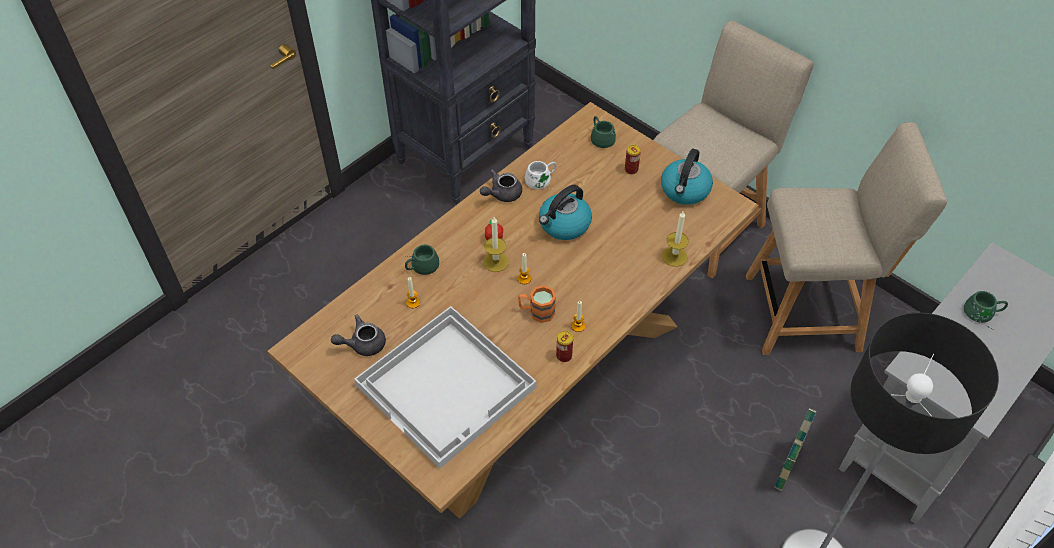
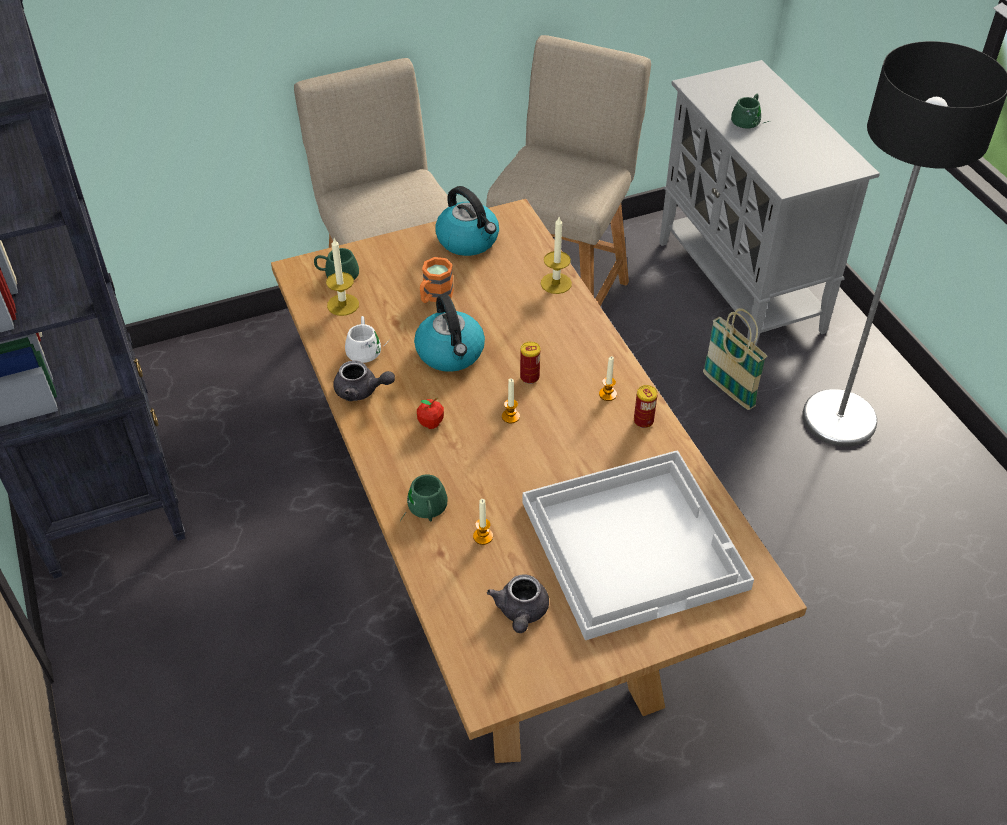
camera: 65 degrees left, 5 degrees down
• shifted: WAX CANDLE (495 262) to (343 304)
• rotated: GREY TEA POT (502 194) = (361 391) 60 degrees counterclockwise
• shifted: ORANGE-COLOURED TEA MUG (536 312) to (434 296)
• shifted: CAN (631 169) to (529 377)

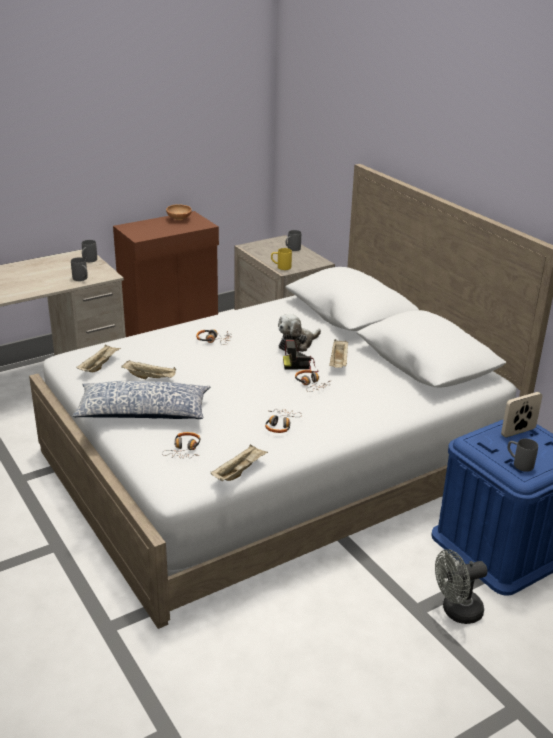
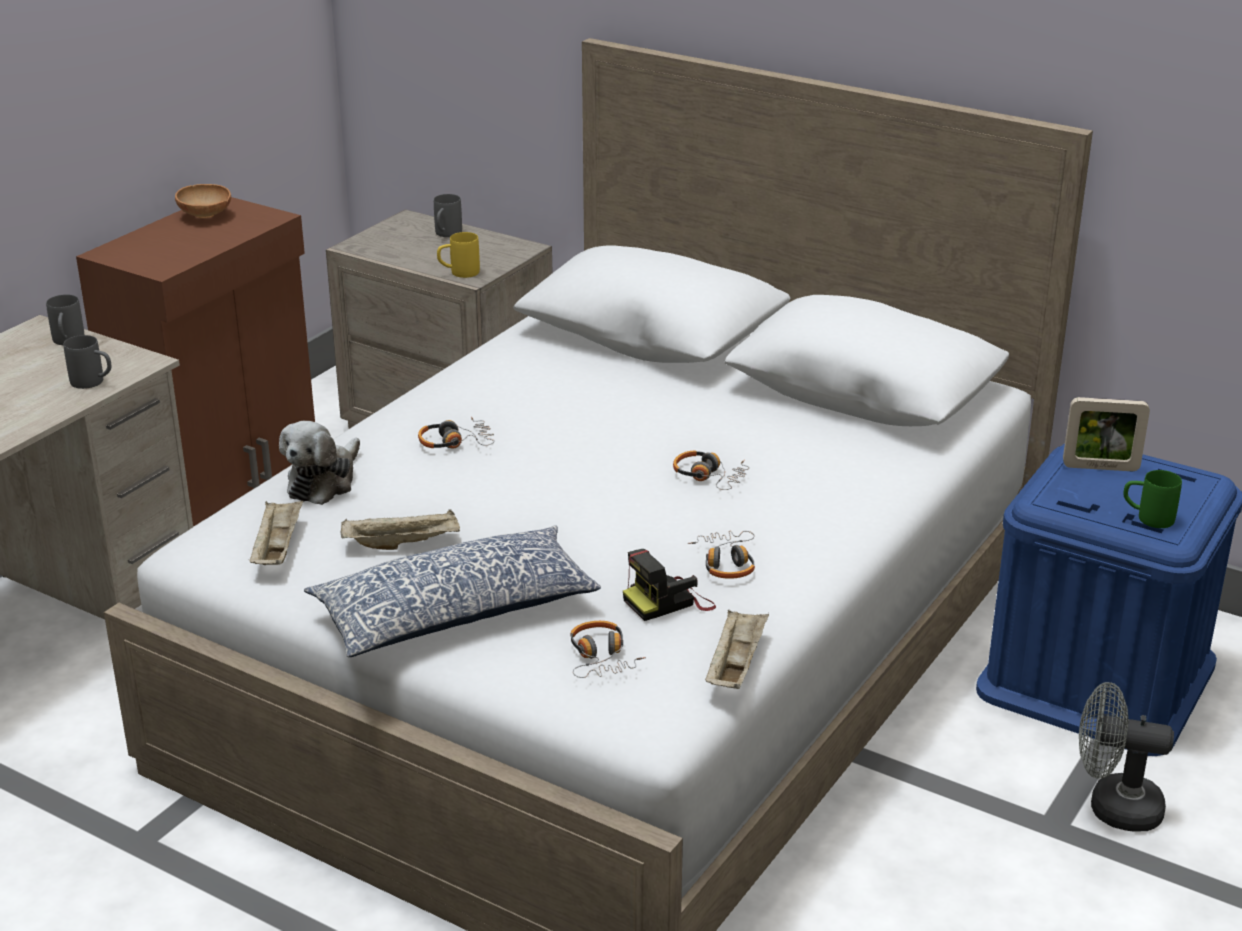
camera: 25 degrees left, 0 degrees up
• shifted: SOFT TOY (297 344) to (324 481)
• shifted: PHOTO CAMERA (301 365) to (668 601)
• rotated: PICTURE FRAME (518 432) = (1100 467) 120 degrees counterclockwise
• rotated: GREY COOLING FAN (456 612) = (1113 807) 60 degrees clockwise
• repainted: GREY TEA MUG (519 464) to GREEN TEA MUG (1147 518)
• gone: SAND-COLOURED CARRYING TRAY (338 362)

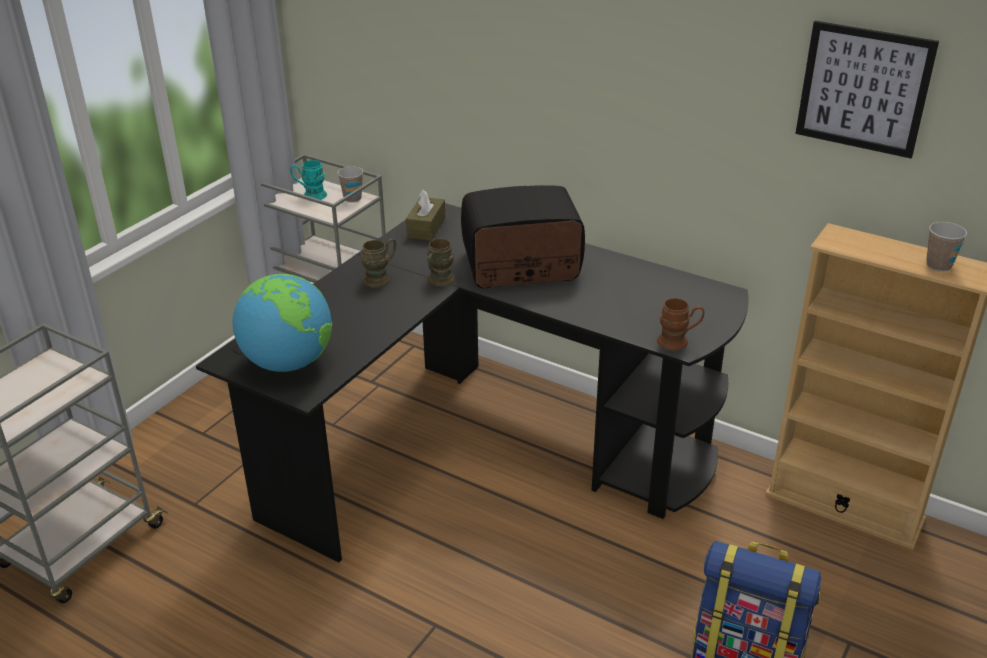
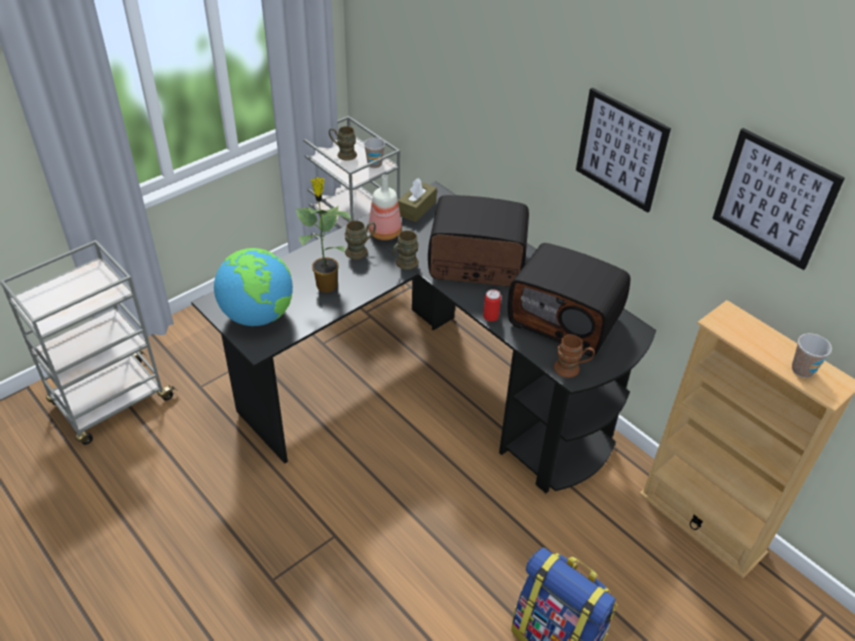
camera: 15 degrees right, 10 degrees up
• new: PLANT IN A POT (326 285)
• repainted: TURQUOISE TEA MUG (310 195) to BROWN-COLOURED TEA MUG (343 154)
• new: BEVERAGE BOTTLE (385 233)
• new: CAN (490 316)
• new: RADIO SET (565 319)
• new: WALL PICTURE (621 149)

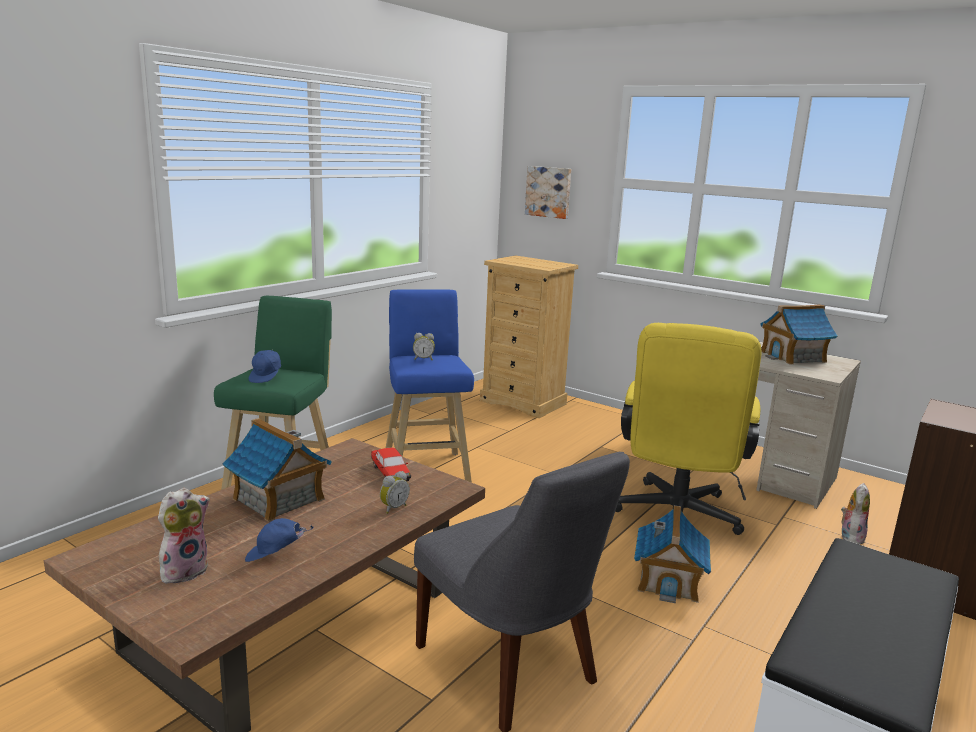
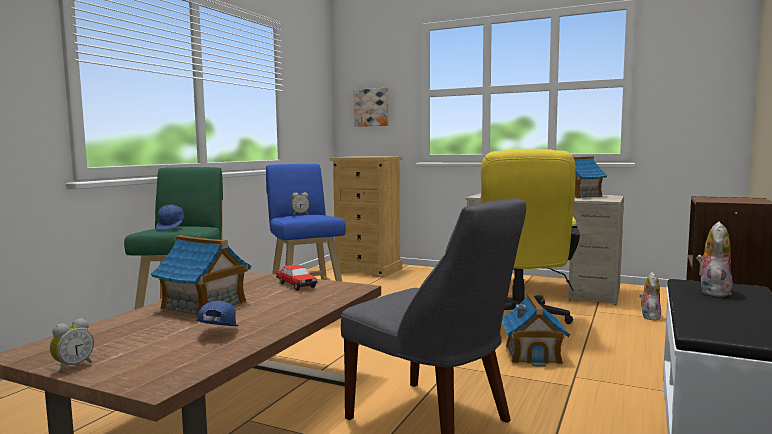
camera: 10 degrees left, 10 degrees down
• shifted: TABLE CLOCK (393 508) to (72 366)
• rotated: BLUISH BASEBALL CAP (275 556) = (217 334) 105 degrees clockwise
• shifted: SOFT TOY (185 570) to (712 292)

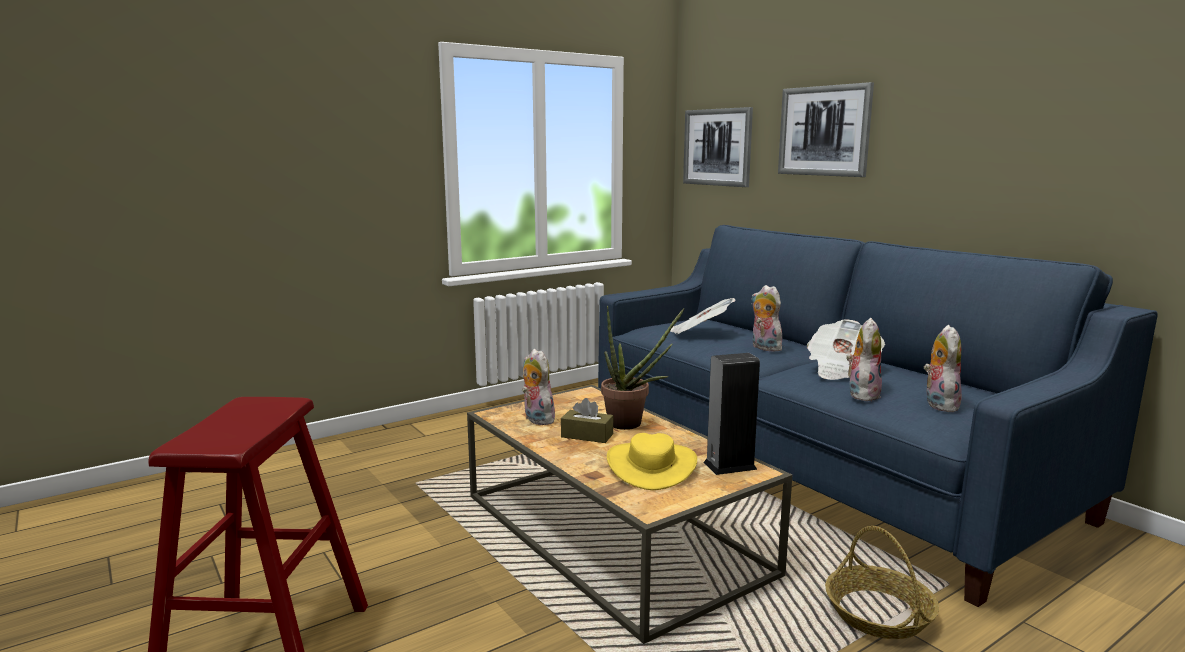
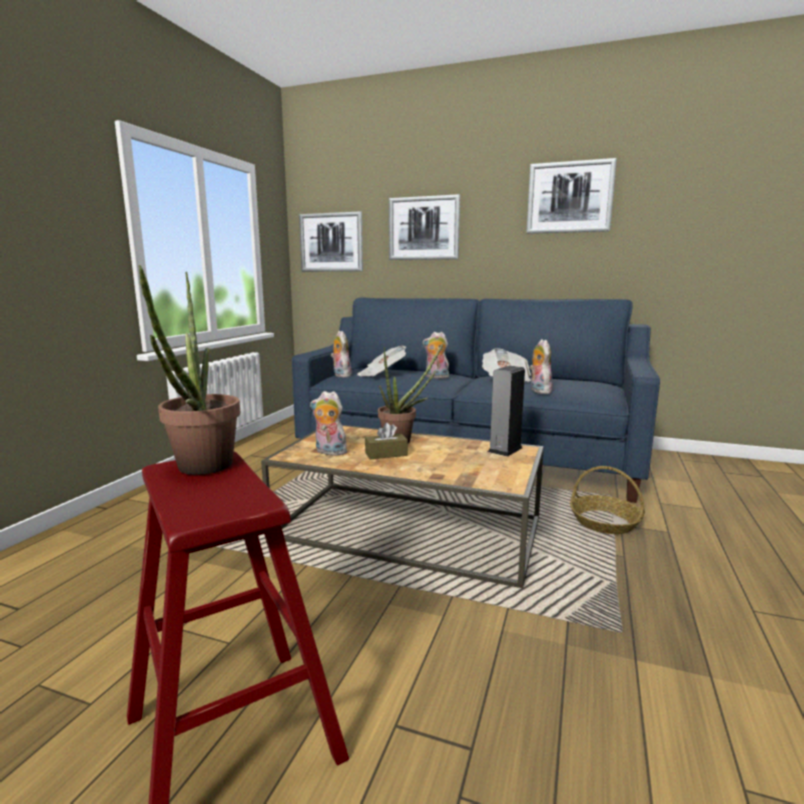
camera: 35 degrees left, 0 degrees up
• new: PLANT IN A POT (201 470)
• shifted: SOFT TOY (938 404) to (340 375)
• new: WALL PICTURE (569 197)
• gone: YELLOWISH HAT (651 466)

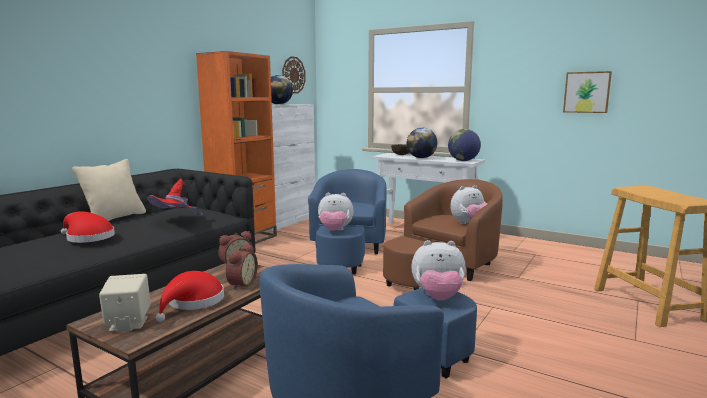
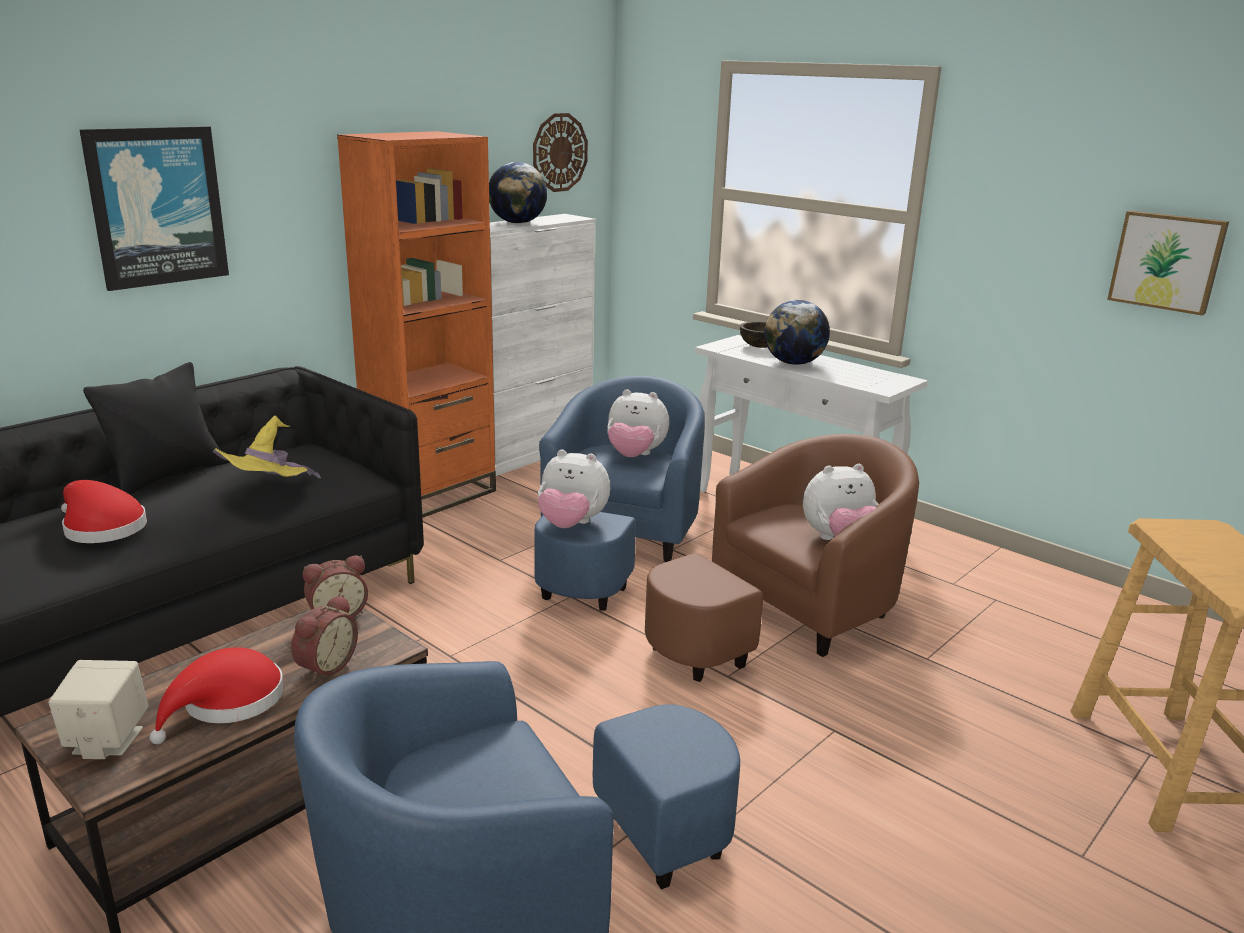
camera: 10 degrees right, 10 degrees up
• new: WALL PICTURE (157 206)
• repainted: SAND-COLOURED THROW PILLOW (115 218) to BLACK-COLOURED THROW PILLOW (166 475)
• repainted: RED HAT (177 221) to YELLOWISH HAT (268 494)
• shifted: SOFT TOY (438 297) to (635 455)
• gone: GLOBE (463 161)

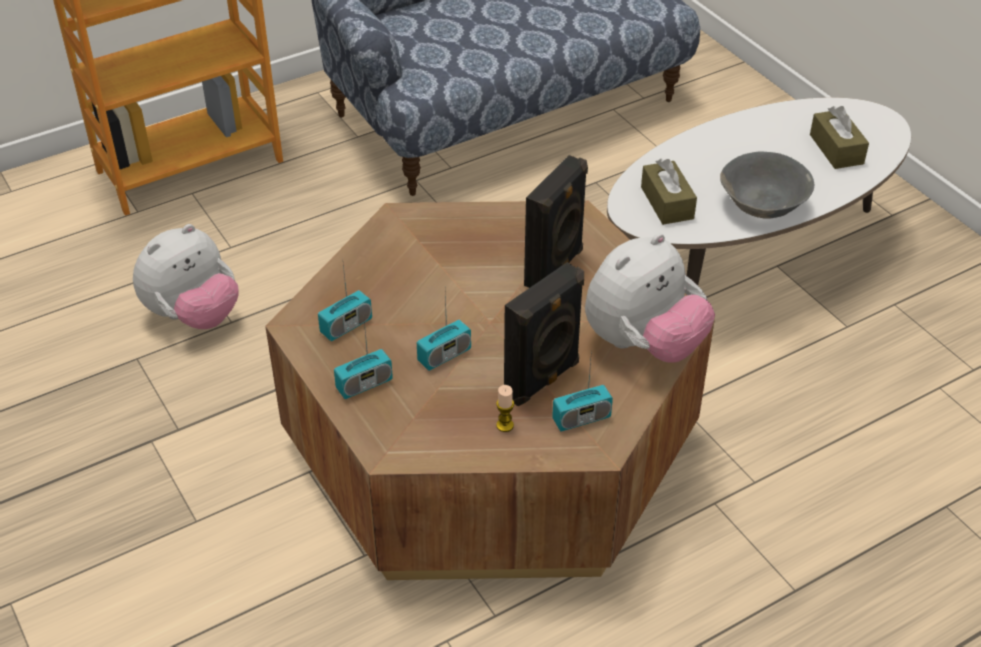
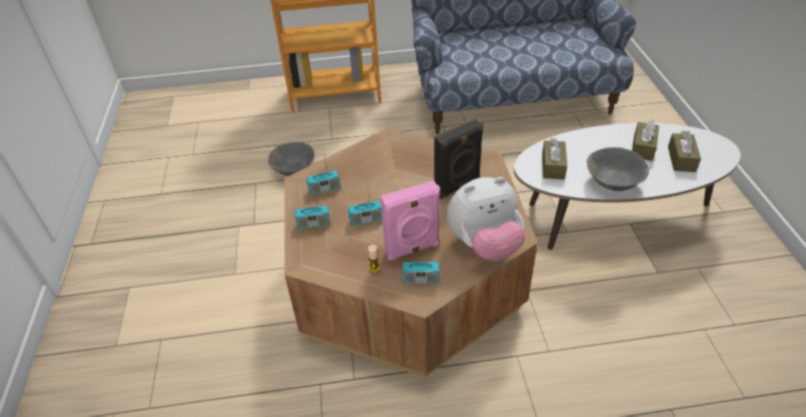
camera: 25 degrees right, 0 degrees up
• swapped: SOFT TOY (193 316) to GREY BOWL (294 168)
• repainted: BLACK-COLOURED AUDIO SPEAKER (543 380) to PINK-COLOURED AUDIO SPEAKER (412 249)
• new: BROWN-COLOURED TISSUE BOX (643 147)

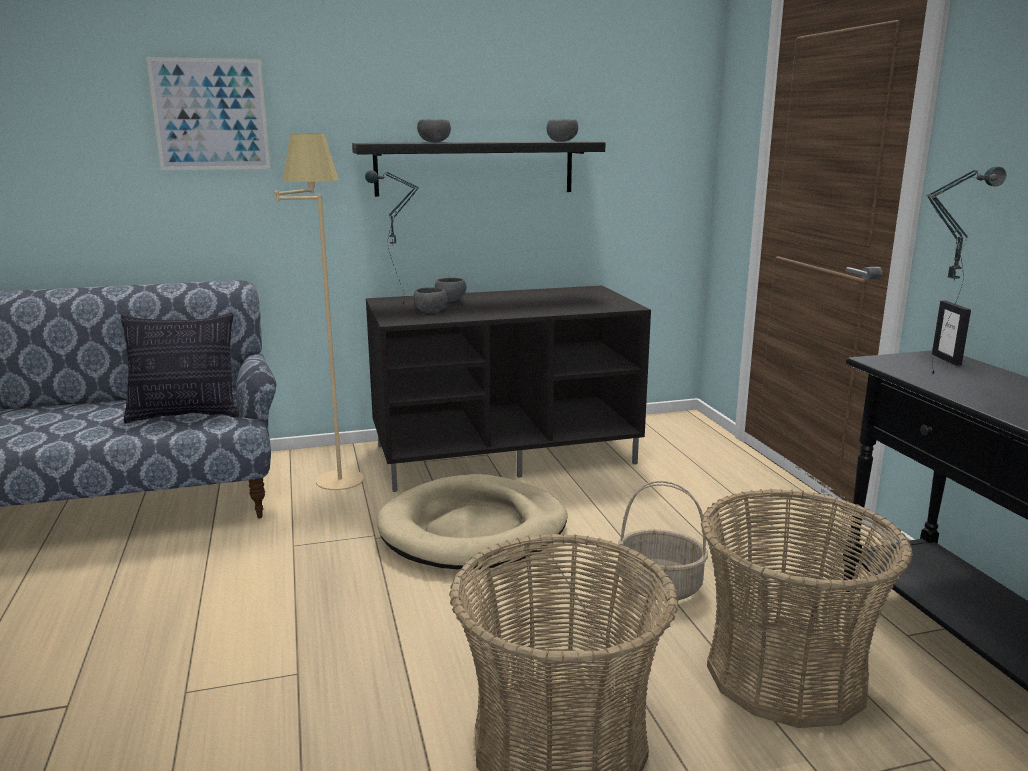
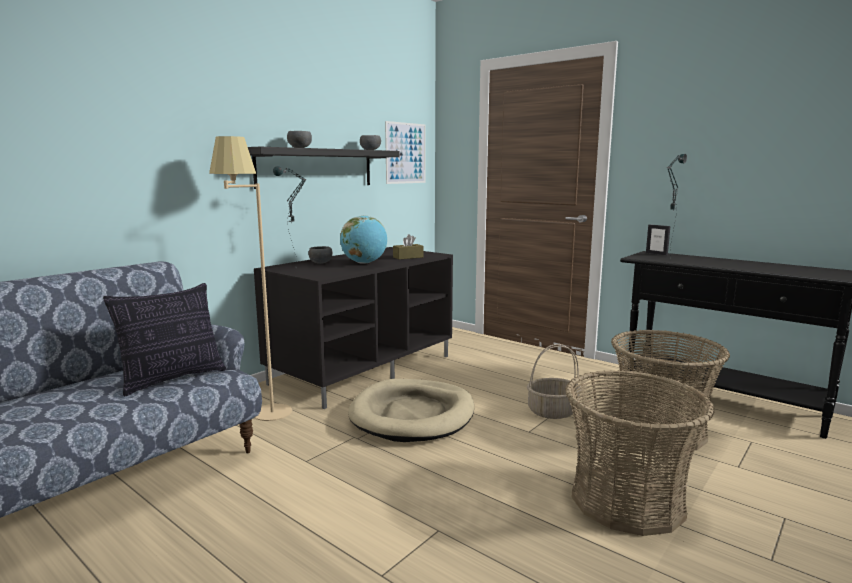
camera: 35 degrees left, 5 degrees down
• new: GLOBE (364 263)
• shifted: WALL PICTURE (210 114) to (406 153)
• new: BROWN-COLOURED TISSUE BOX (408 257)
• gone: GREY BOWL (429 312)

